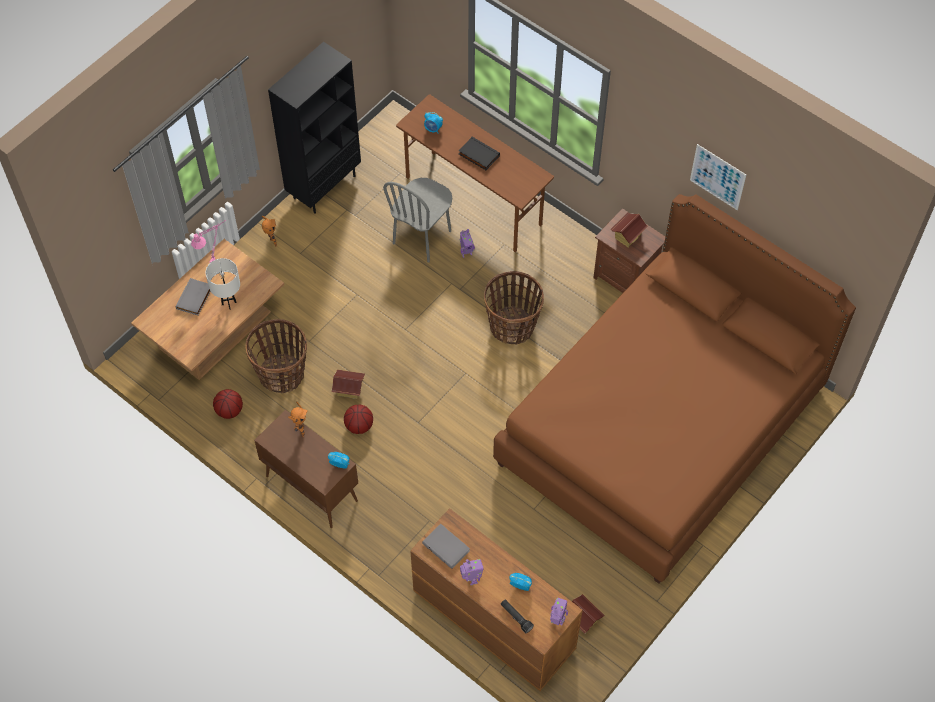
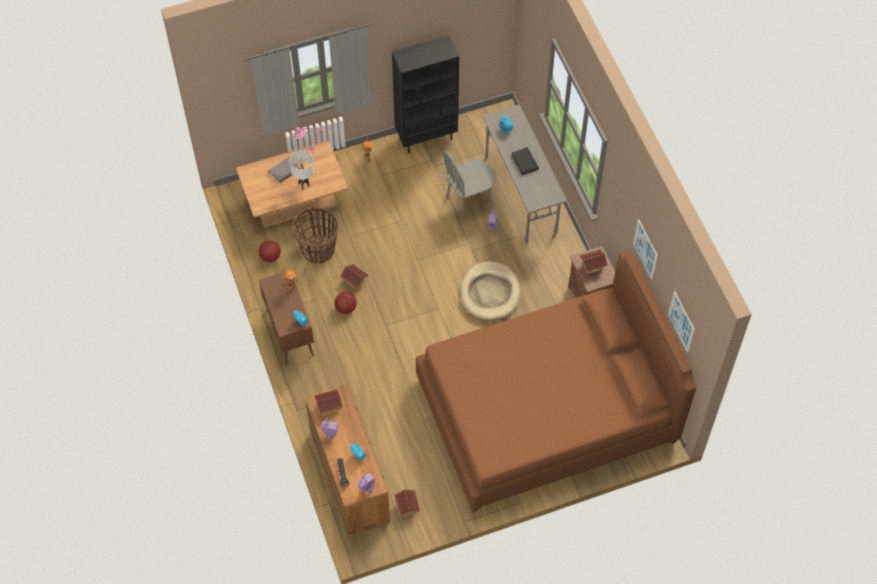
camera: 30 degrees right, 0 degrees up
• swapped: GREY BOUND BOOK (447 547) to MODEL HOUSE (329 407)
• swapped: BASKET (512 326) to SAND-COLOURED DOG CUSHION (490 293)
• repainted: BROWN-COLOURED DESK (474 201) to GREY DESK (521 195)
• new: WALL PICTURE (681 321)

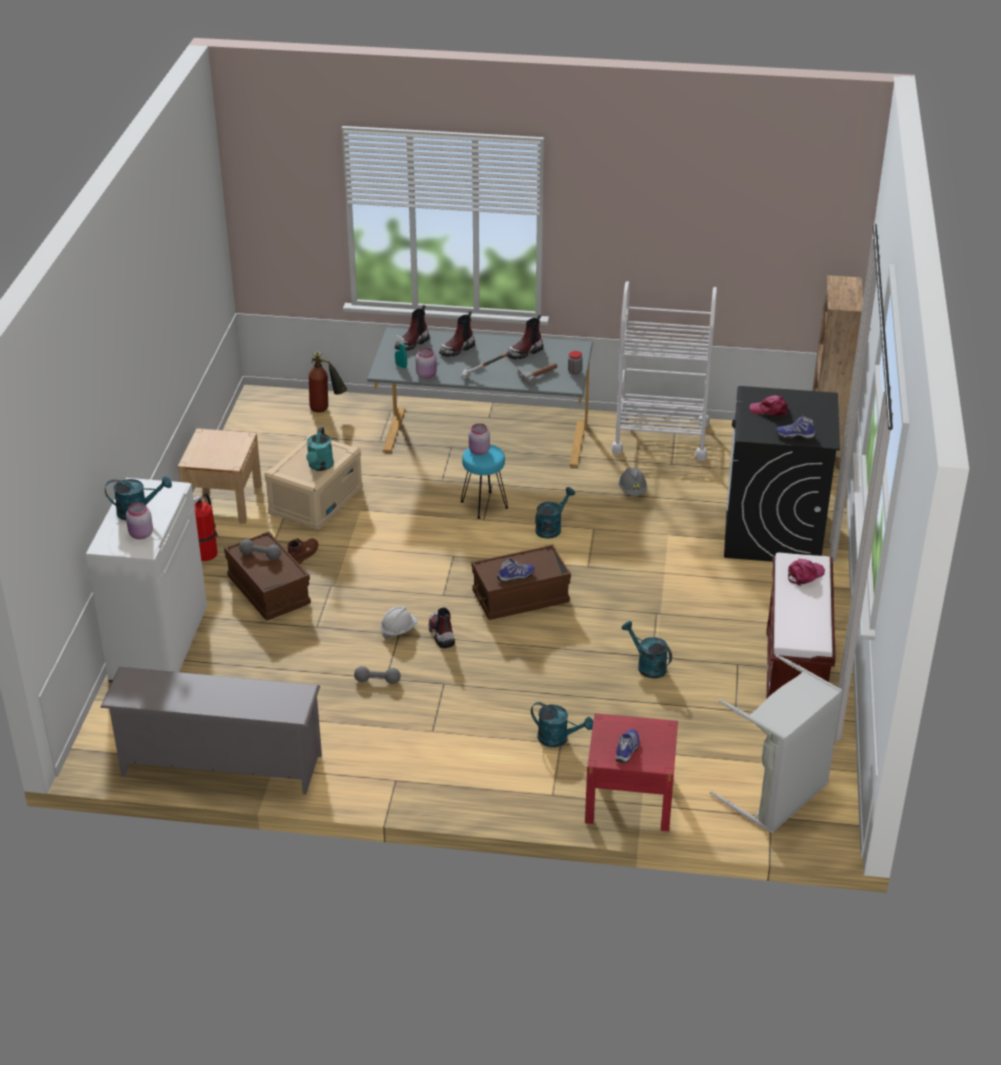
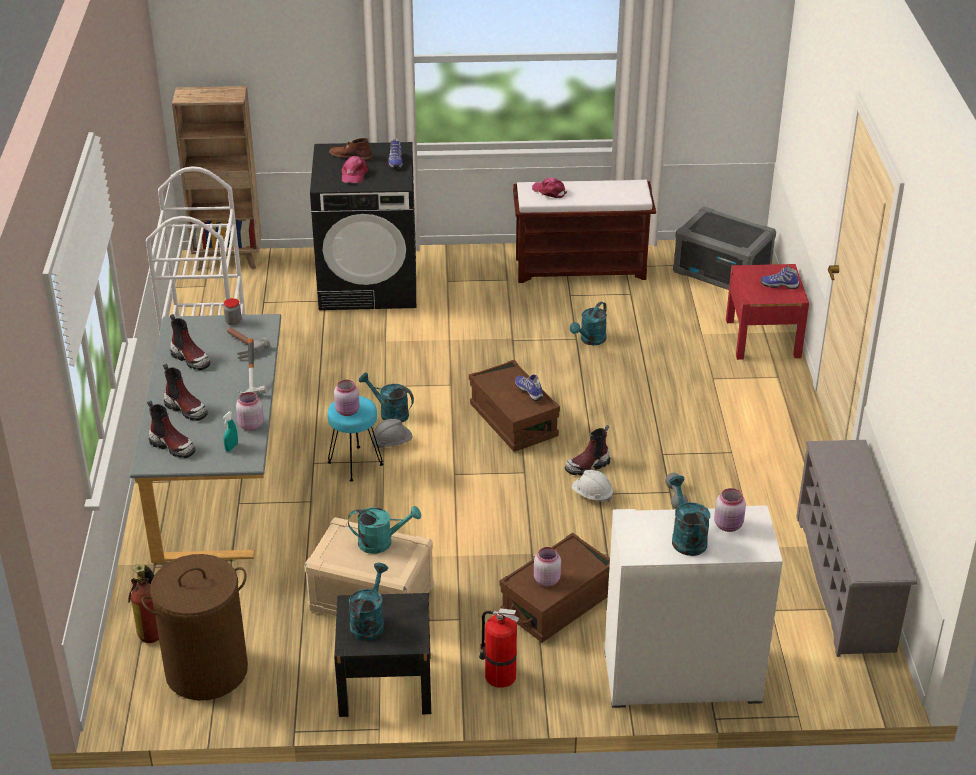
camera: 100 degrees left, 0 degrees up
• new: BROWN-COLOURED HAMPER (206 670)
• shifted: BROWN-COLOURED HIGH-TOP BOOT (303 554) to (350 156)
• repainted: SAND-COLOURED NIGHTSTAND (223 501) to BLACK-COLOURED NIGHTSTAND (385 684)
• shifted: TURQUOISE SPRINKLING CAN (558 739) to (369 622)
• shifted: GREY HARD HAT (632 491) to (392 443)
• swapped: GREY HAND WEIGHT (260 555) to PINK-COLOURED STORAGE JAR (546 579)
• swapped: GREY HAMPER (778 796) to GREY STORAGE BIN (722 271)

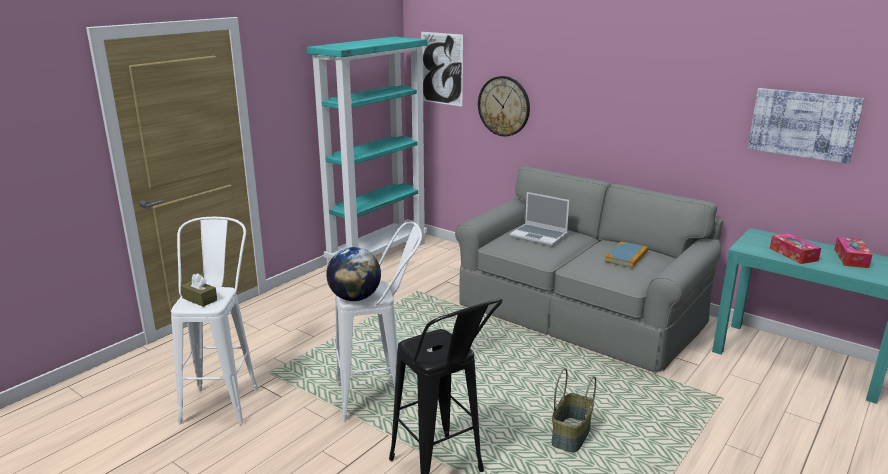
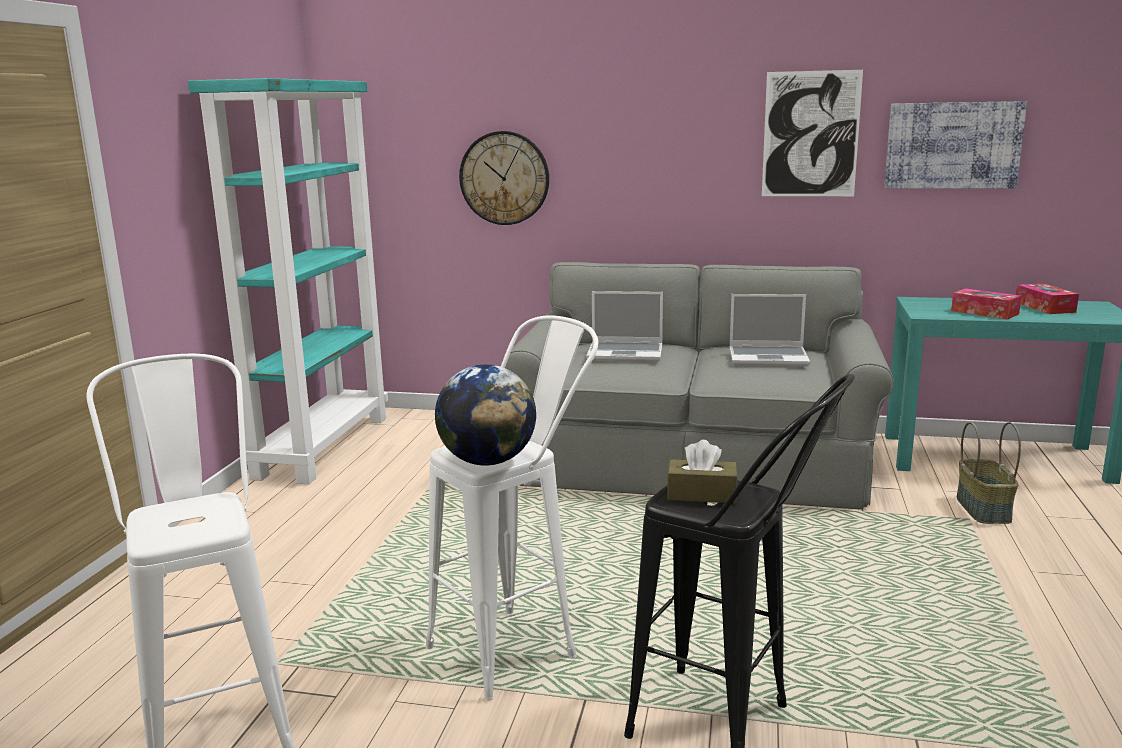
camera: 25 degrees left, 5 degrees down
• shifted: BROWN-COLOURED TISSUE BOX (199 299) to (701 494)
• swapped: BOUND BOOK (626 257) to LAPTOP (769 358)
• shifted: WALL PICTURE (441 69) to (810 134)
• shifted: BASKET (571 436) to (984 509)

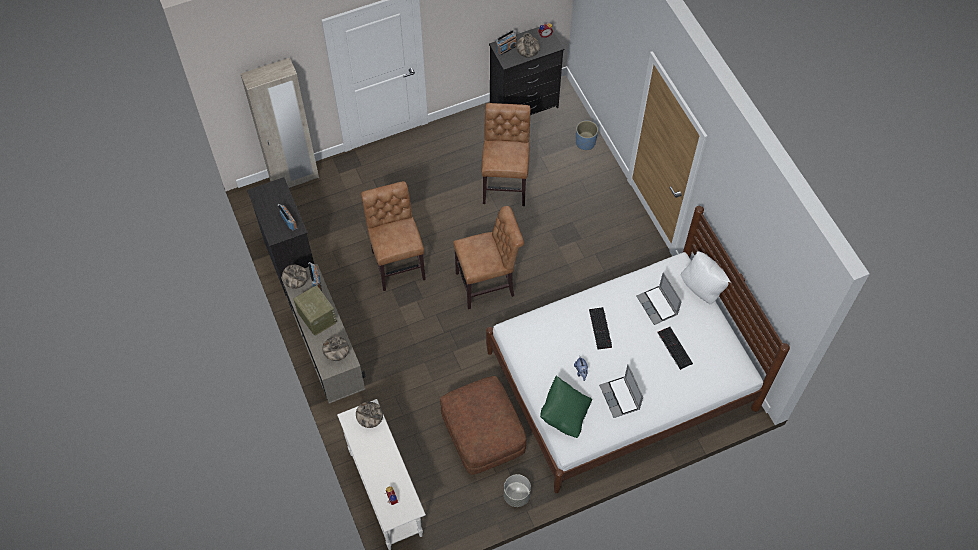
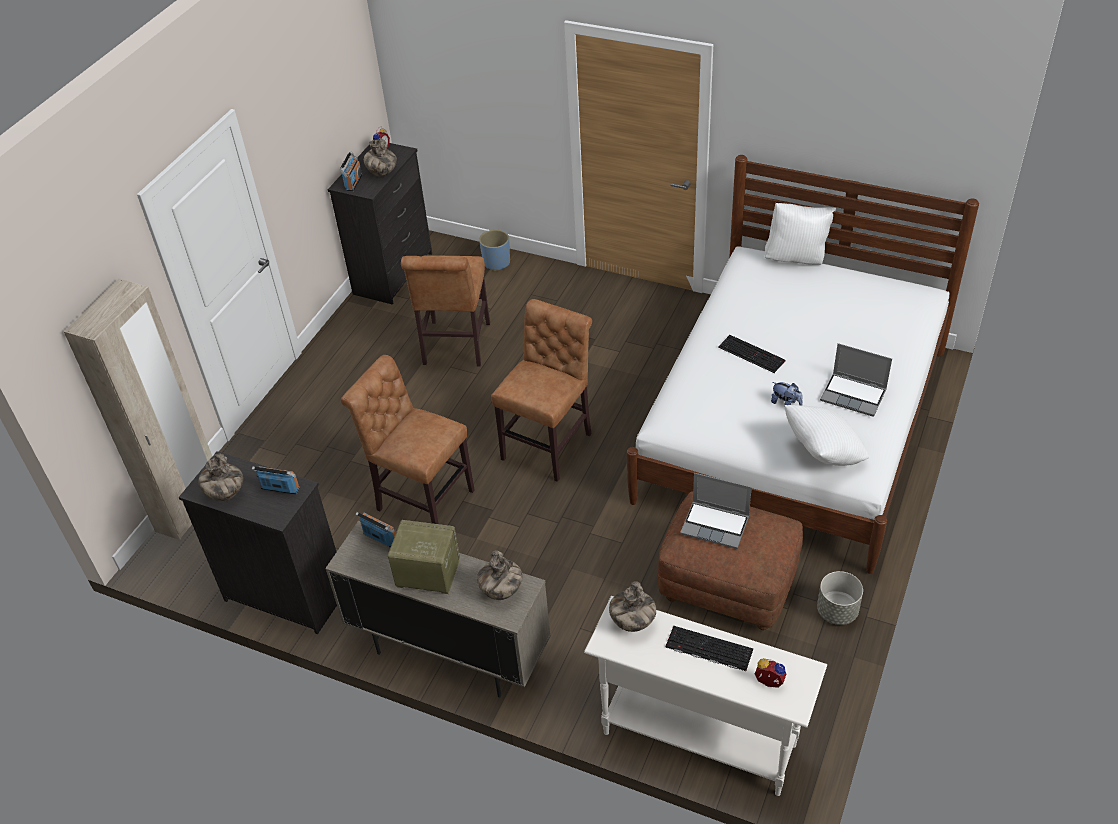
camera: 40 degrees left, 15 degrees down
• shifted: FLOWER VASE (296 282) to (225 494)
• rotated: BROWN-COLOURED UPRIGHT CHAIR (505 183) = (455 347) 135 degrees counterclockwise
• shifted: KEYBOARD (674 347) to (707 649)
• shifted: LAPTOP (657 306) to (716 525)
• repainted: GREEN THROW PILLOW (564 414) to WHITE-COLOURED THROW PILLOW (823 452)

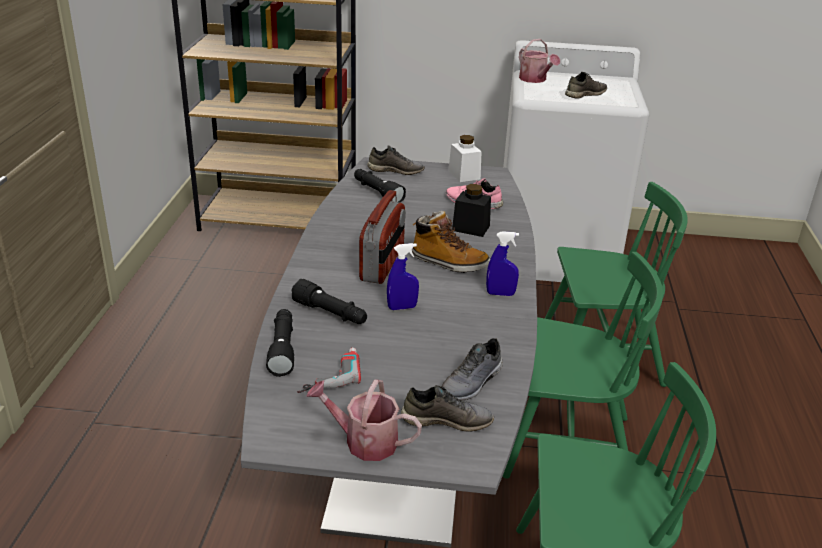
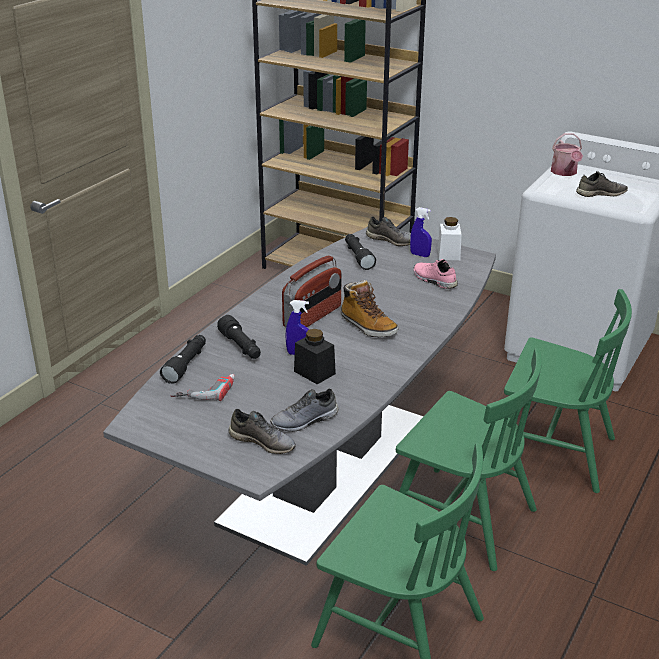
camera: 25 degrees right, 0 degrees up
• shifted: BLACK-COLOURED STORAGE JAR (471 228) to (314 372)
• shifted: BLUISH SPRAY BOTTLE (500 294) to (420 255)
• gone: SPRINKLING CAN (364 441)

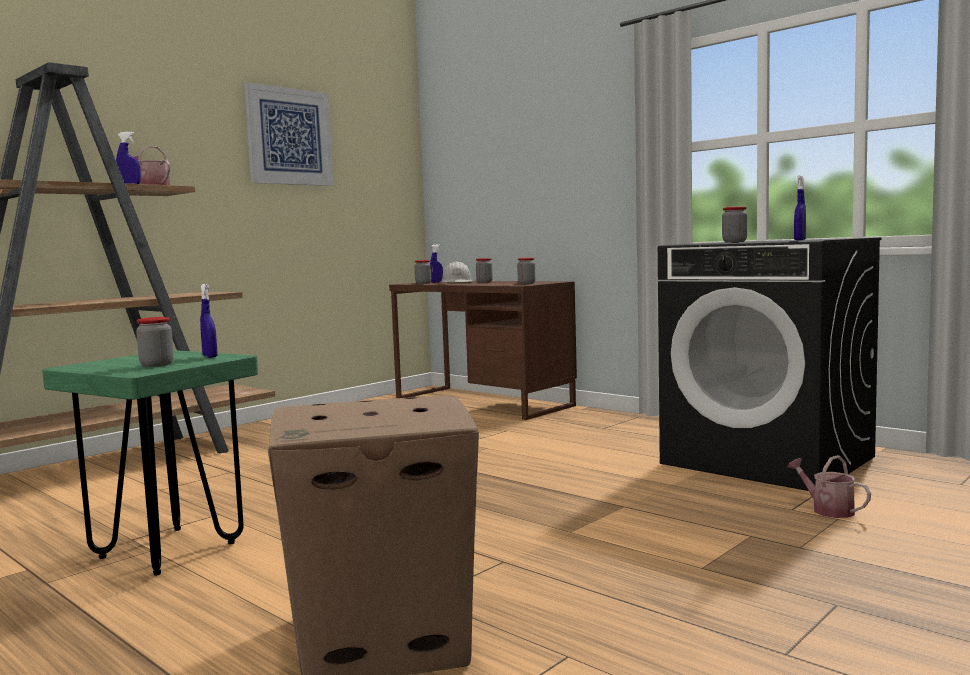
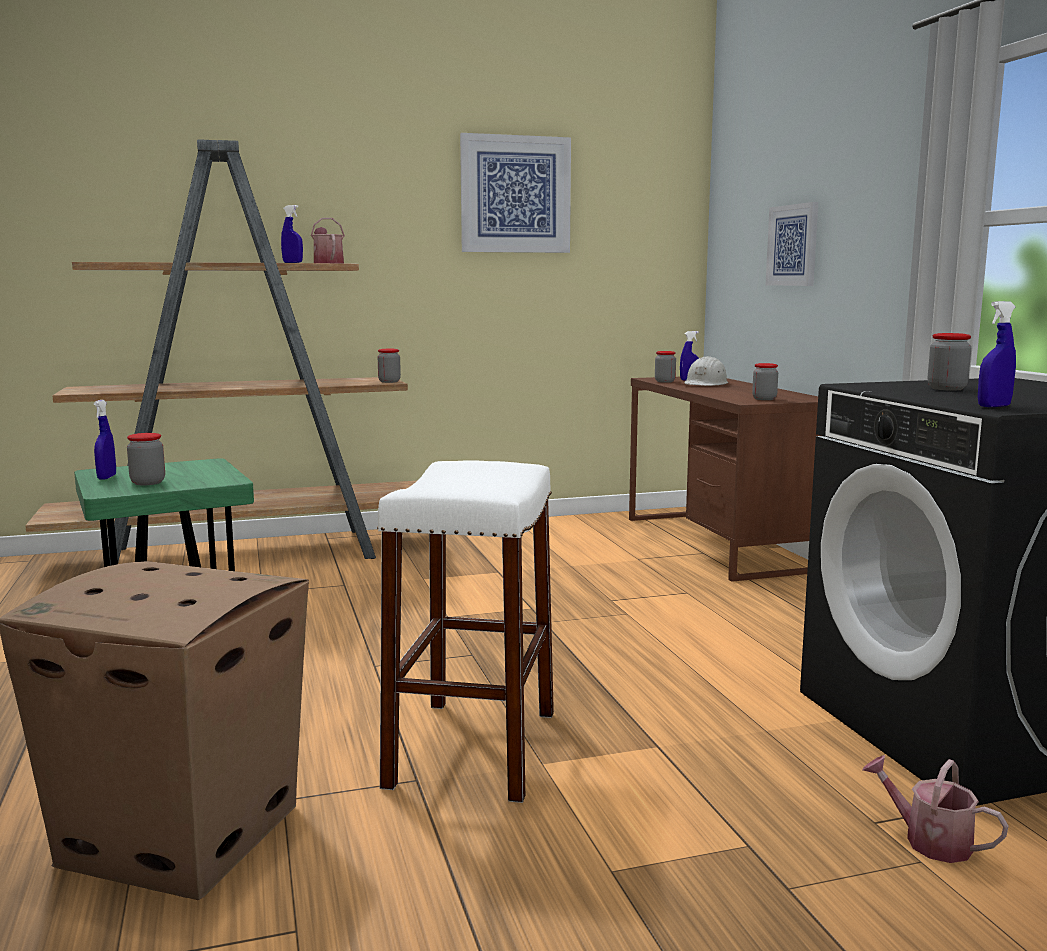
camera: 30 degrees right, 5 degrees up
• shifted: BLUISH SPRAY BOTTLE (210 356) to (107 477)
• new: WHITE-COLOURED STOOL (473 748)
• shifted: STORAGE JAR (484 282) to (389 381)
• new: WALL PICTURE (793 245)
• rotated: SPRINKLING CAN (827 509) = (929 841) 45 degrees counterclockwise

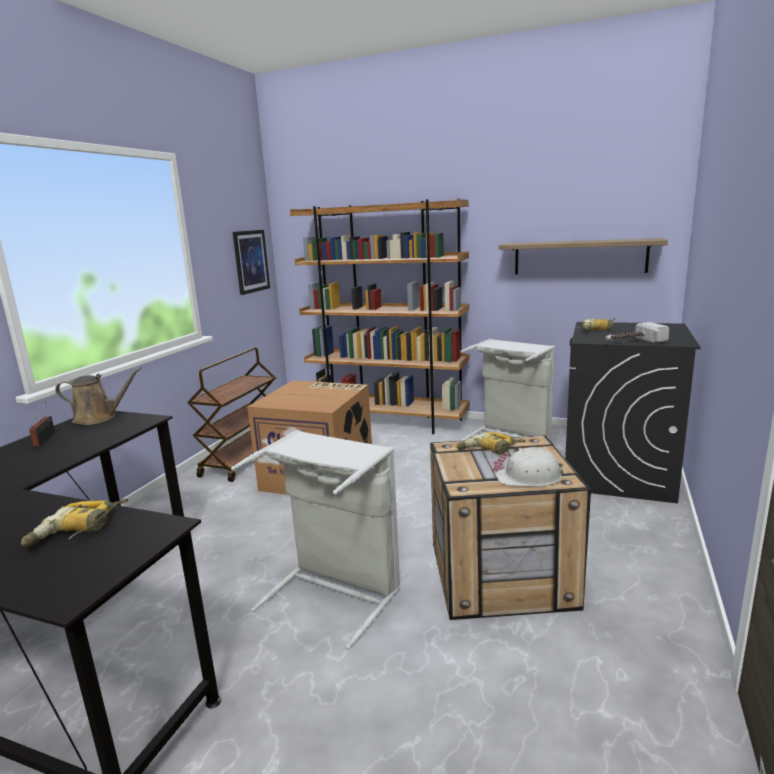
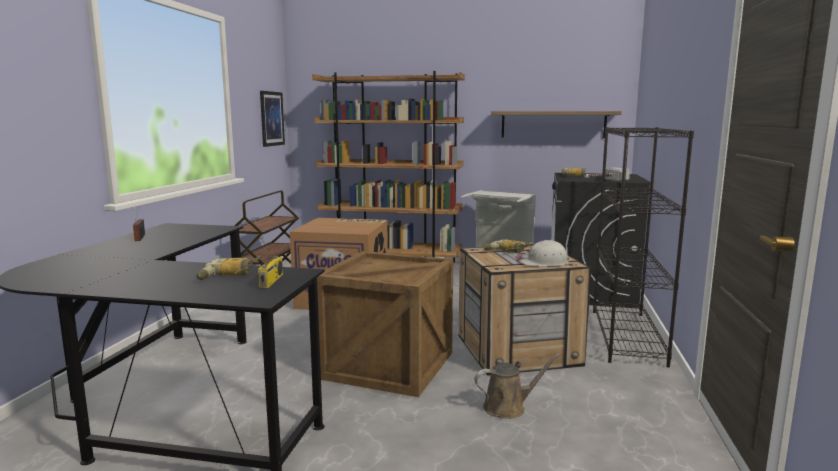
camera: 10 degrees left, 5 degrees down
• new: RADIO SET (271 281)
• swapped: GREY HAMPER (336 592) to SHIPPING CRATE (390 364)
• shifted: BROWN-COLOURED SPRINKLING CAN (98 418) to (508 407)
• new: BLACK-COLOURED SHELVING UNIT (627 336)

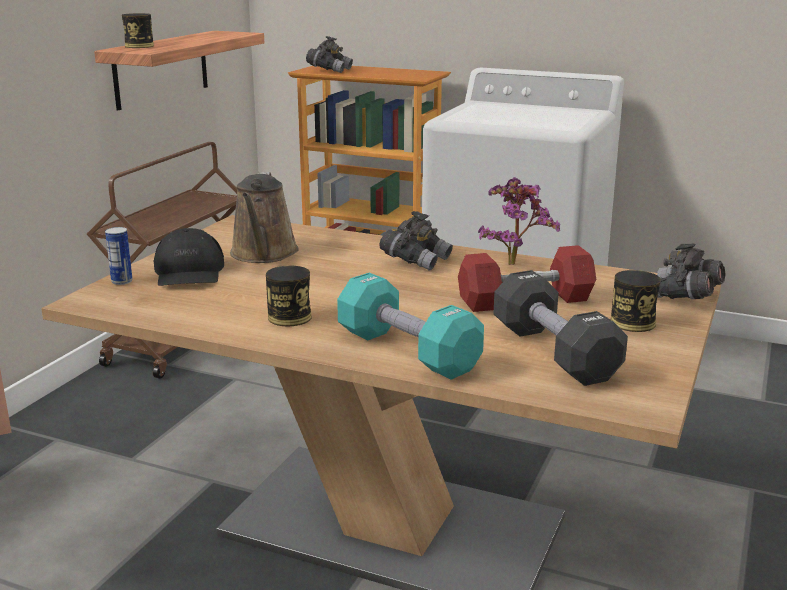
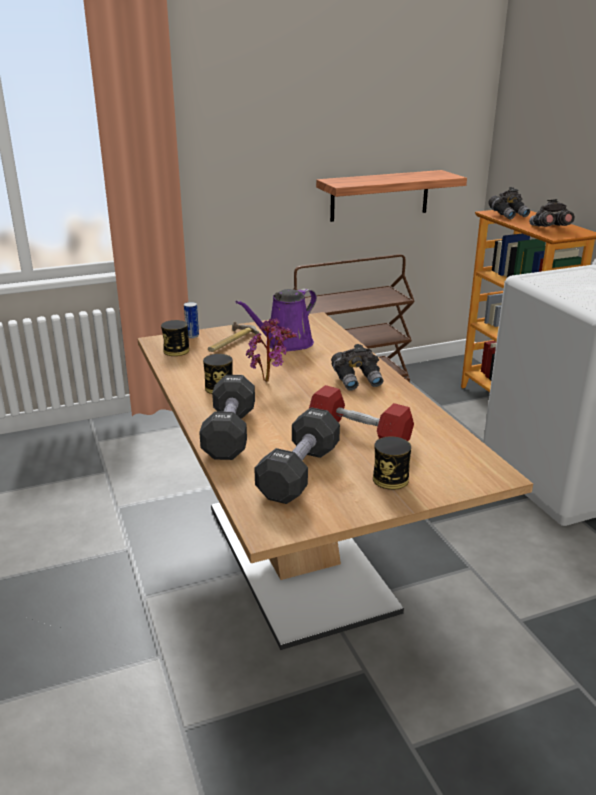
camera: 45 degrees right, 5 degrees up
• shifted: CAN (139 46) to (176 351)
• repainted: TURQUOISE HAND WEIGHT (407 351) to BLACK-COLOURED HAND WEIGHT (229 433)
• swapped: BLACK-COLOURED BASEBALL CAP (189 272) to HAMMER (230 342)
• repainted: BROWN-COLOURED SPRINKLING CAN (263 254) to PURPLISH SPRINKLING CAN (285 344)
• shifted: PLANT IN A POT (514 263) to (271 381)
• shifted: GREY FIELD GLASSES (683 297) to (549 228)

